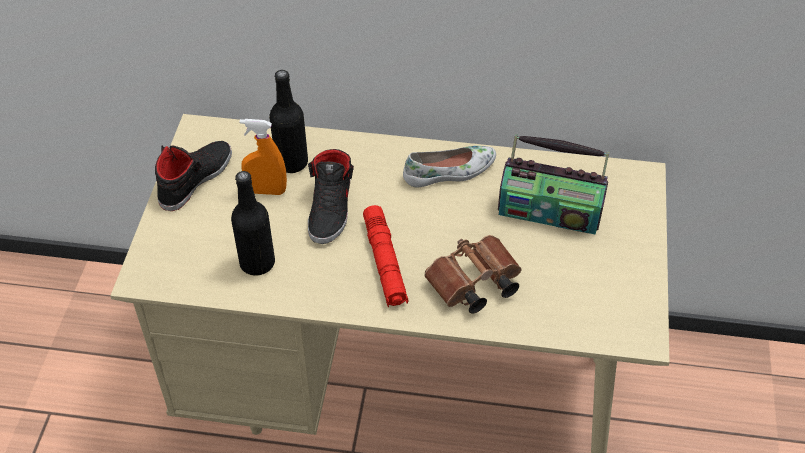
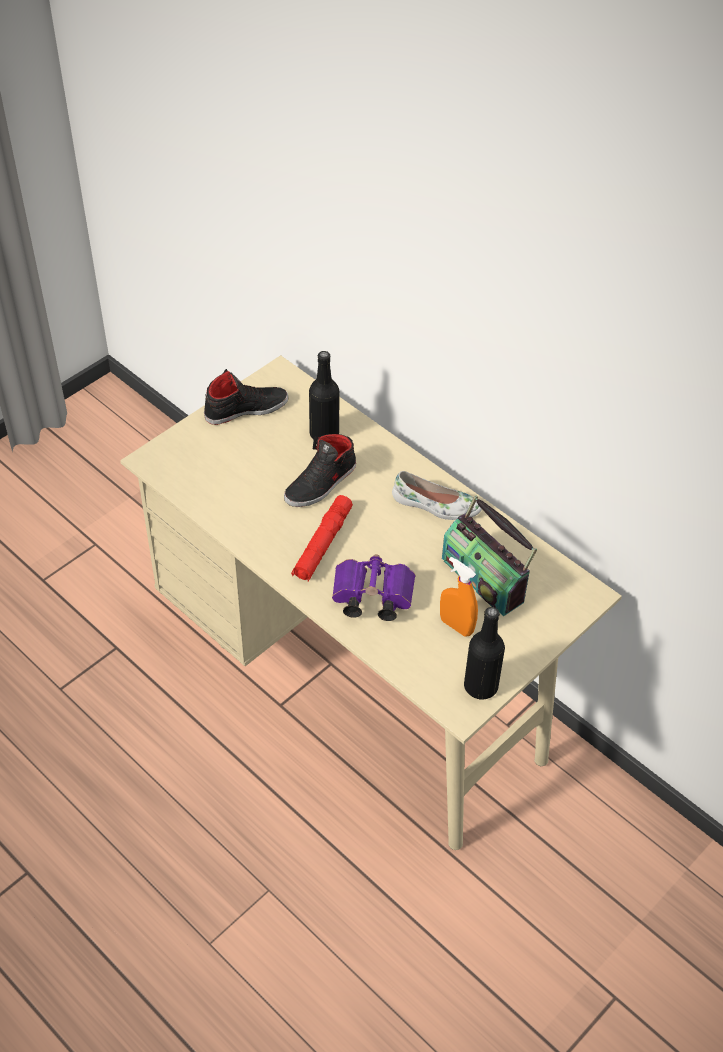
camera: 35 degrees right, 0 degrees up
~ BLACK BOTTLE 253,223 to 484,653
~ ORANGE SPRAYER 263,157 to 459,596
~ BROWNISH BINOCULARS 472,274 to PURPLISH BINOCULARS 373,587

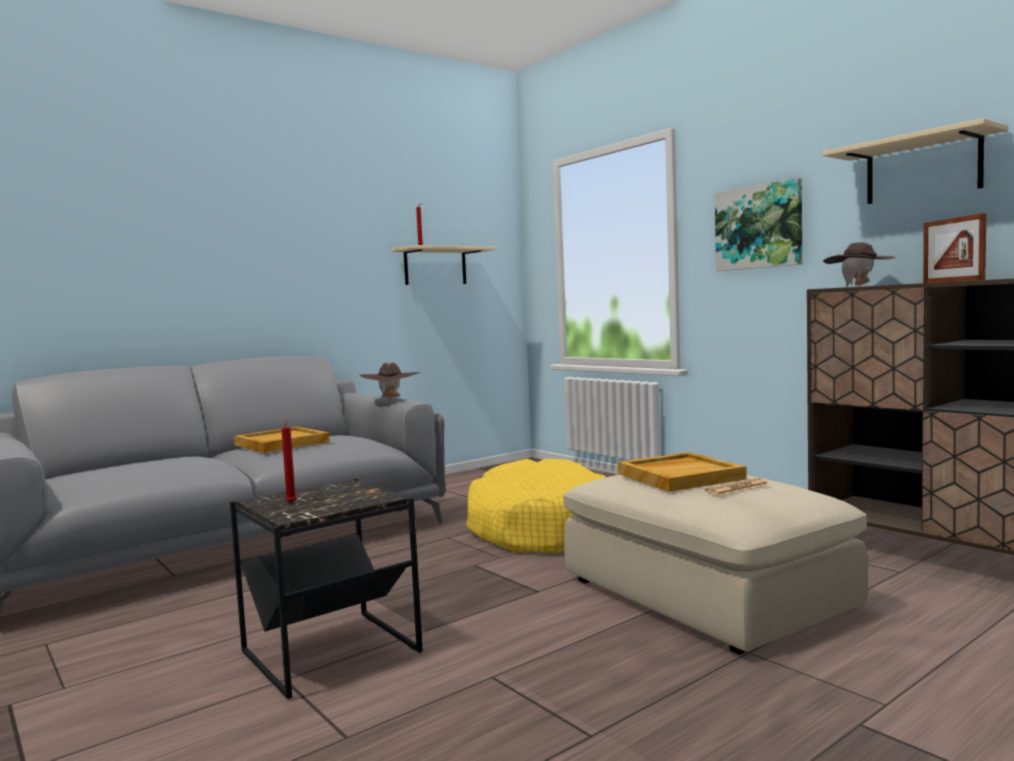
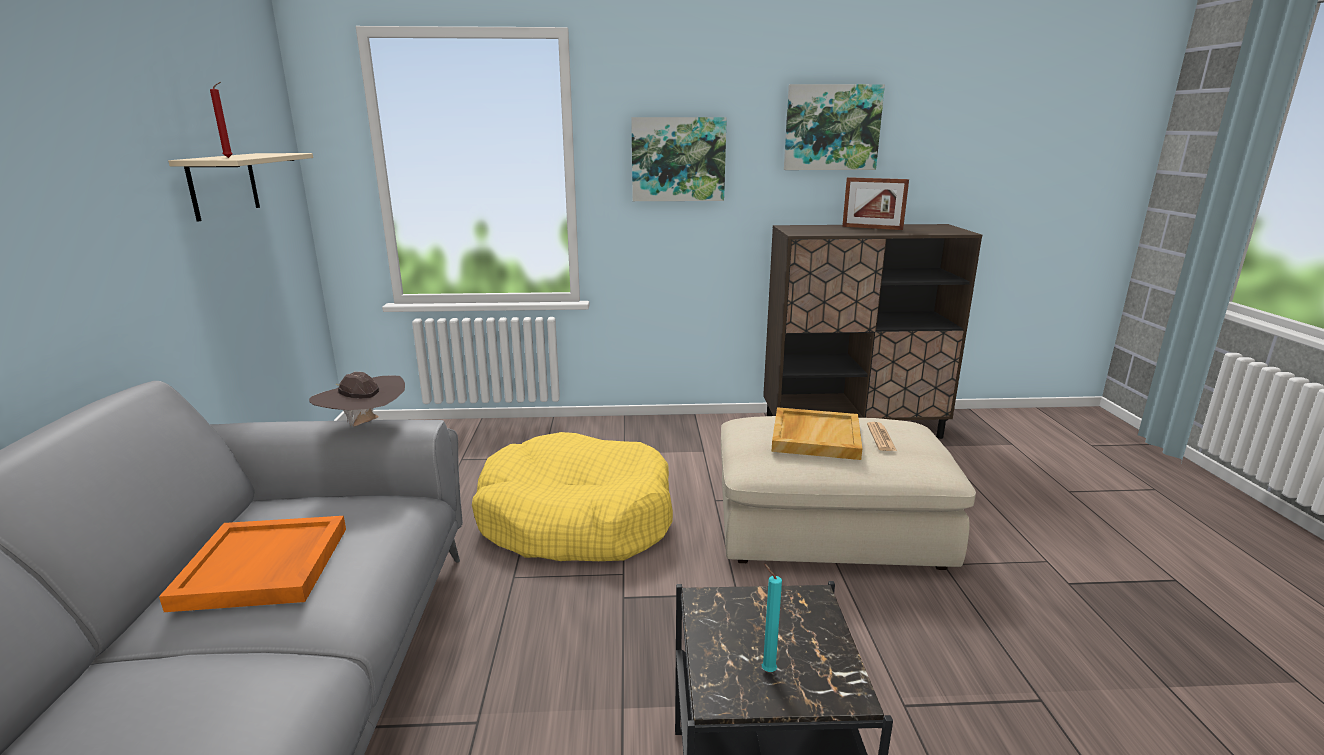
camera: 55 degrees left, 15 degrees up
~ BEIGE-COLOURED SERVING TRAY 282,440 to ORANGE SERVING TRAY 252,564
~ REDDISH WAX CANDLE 288,460 to BLUE-GREEN WAX CANDLE 772,617
~ BEIGE-COLOURED BRACKET SHELF 915,161 to PICTURE 834,127
- BROWNISH HAT 859,264

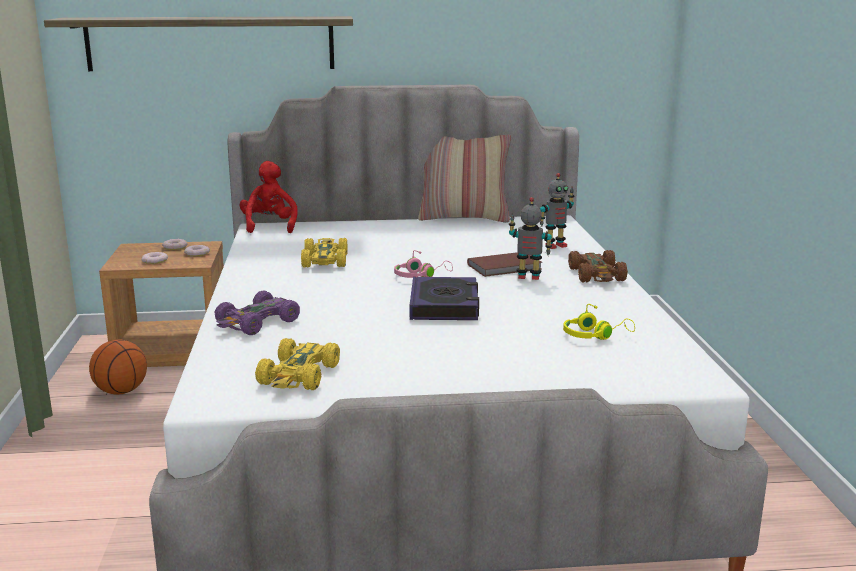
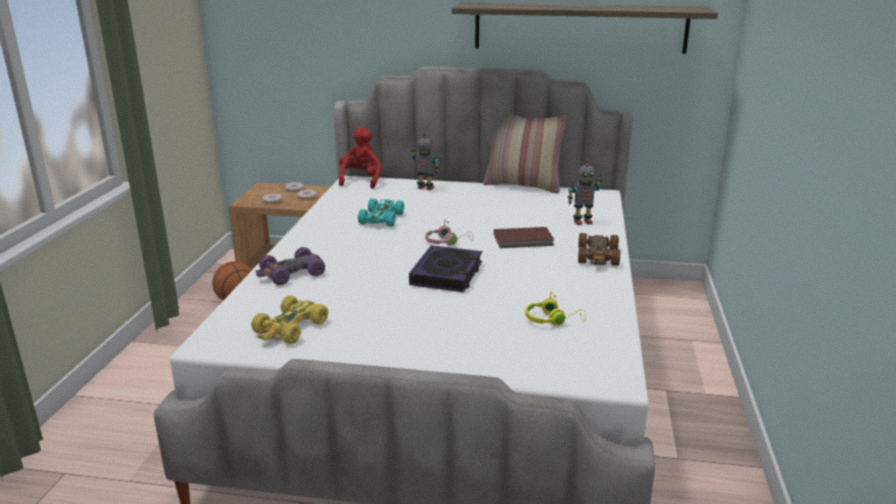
camera: 15 degrees right, 5 degrees up
~ BRACKET SHELF 198,43 to 585,28
~ YELLOWISH TOY CAR 324,253 to BLUE-GREEN TOY CAR 381,212
~ TOY ROBOT 530,238 to 425,161

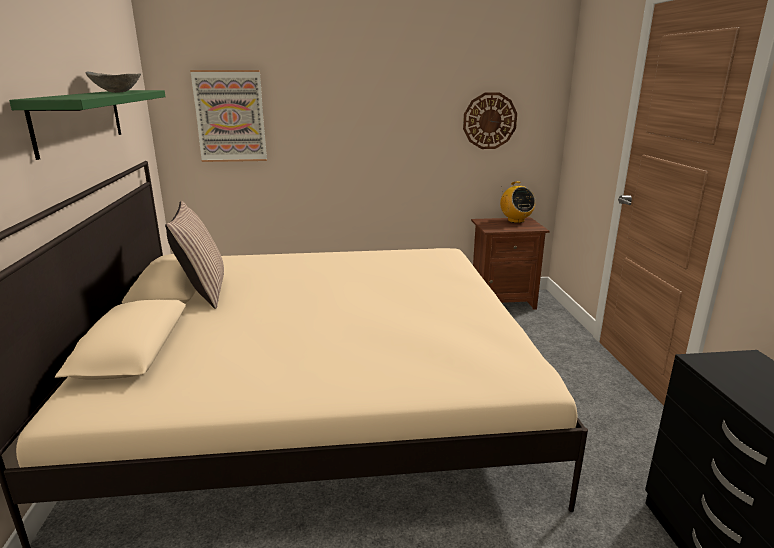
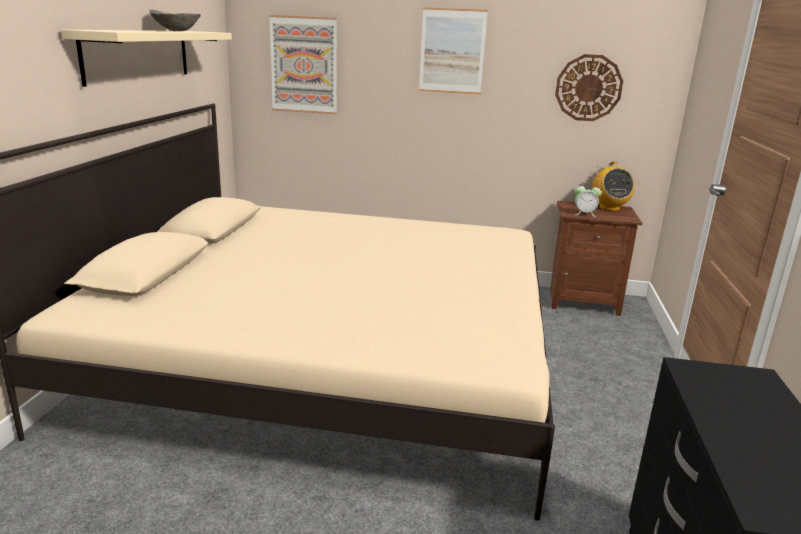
camera: 15 degrees right, 0 degrees up
~ GREEN BRACKET SHELF 87,125 to BEIGE-COLOURED BRACKET SHELF 146,58
- PILLOW 194,255
+ PICTURE 453,50
+ ALARM CLOCK 588,199

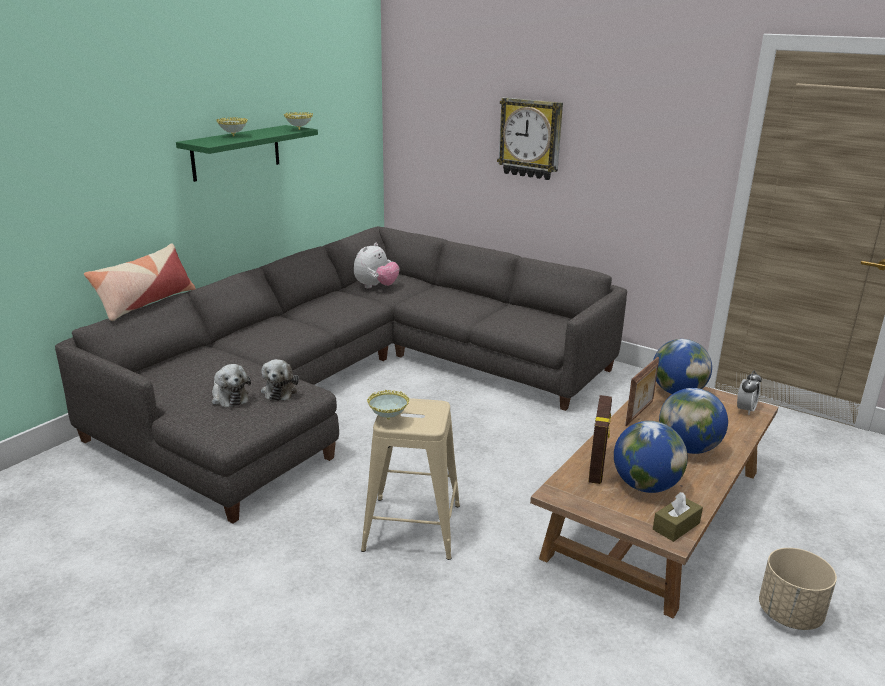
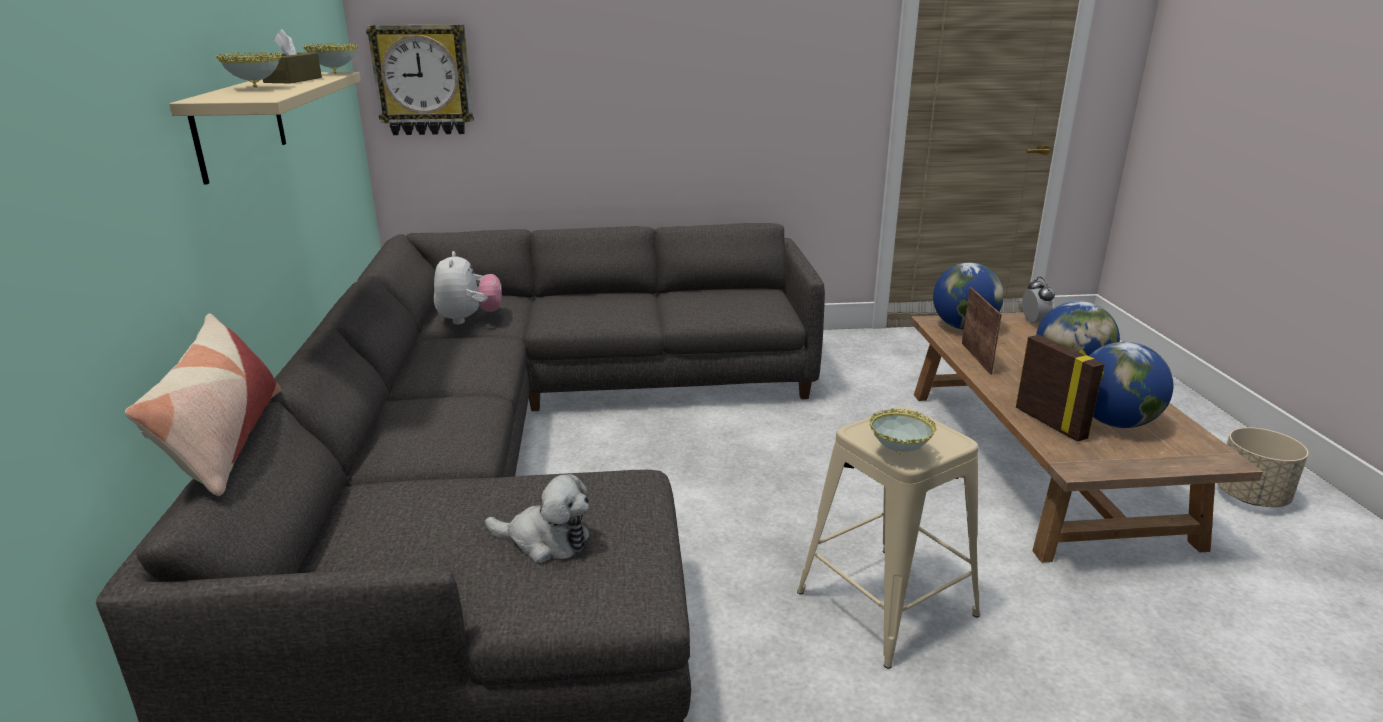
camera: 40 degrees left, 0 degrees up
~ GREEN BRACKET SHELF 247,153 to BEIGE-COLOURED BRACKET SHELF 265,128
- CUDDLY TOY 280,380
~ HANGING CLOCK 530,138 to 420,80
~ BROWNISH TISSUE BOX 678,517 to 292,56

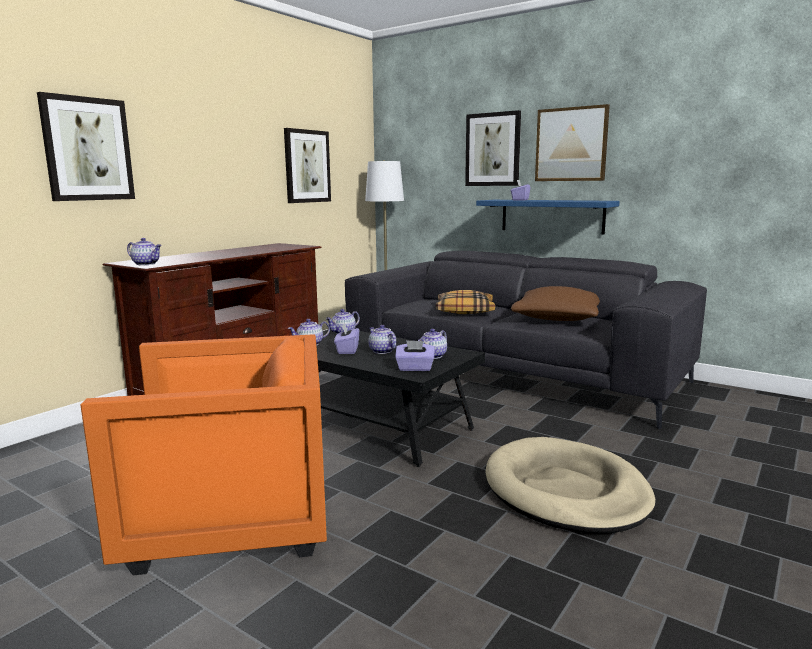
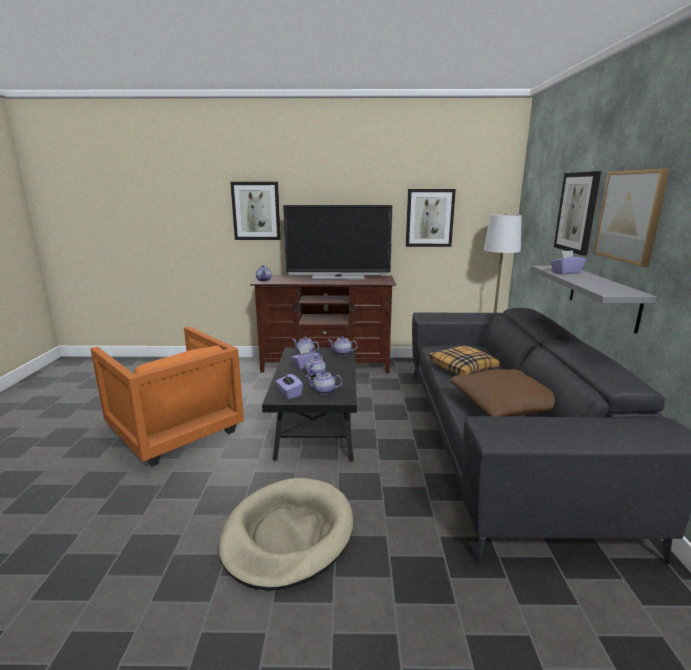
camera: 55 degrees right, 5 degrees up
~ BLUE BRACKET SHELF 548,217 to GREY BRACKET SHELF 594,300
+ TELEVISION 338,242

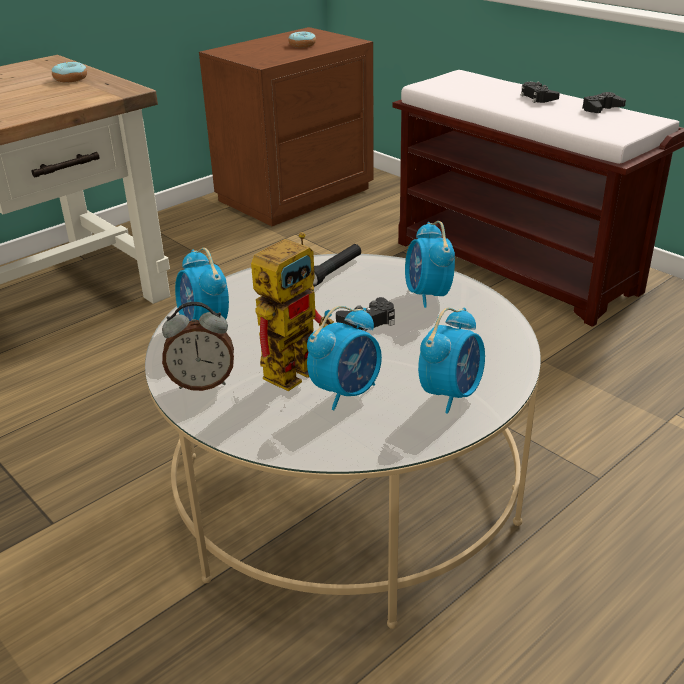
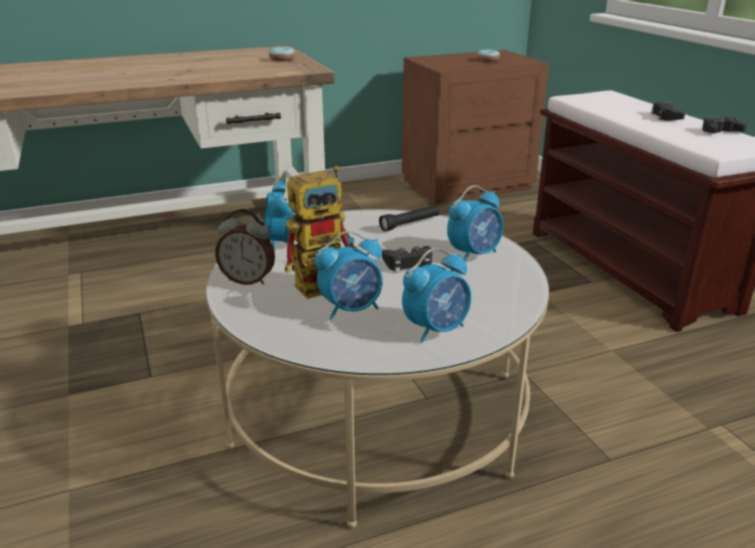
camera: 20 degrees right, 5 degrees down
~ ALARM CLOCK 430,264 = 475,223 135 degrees counterclockwise

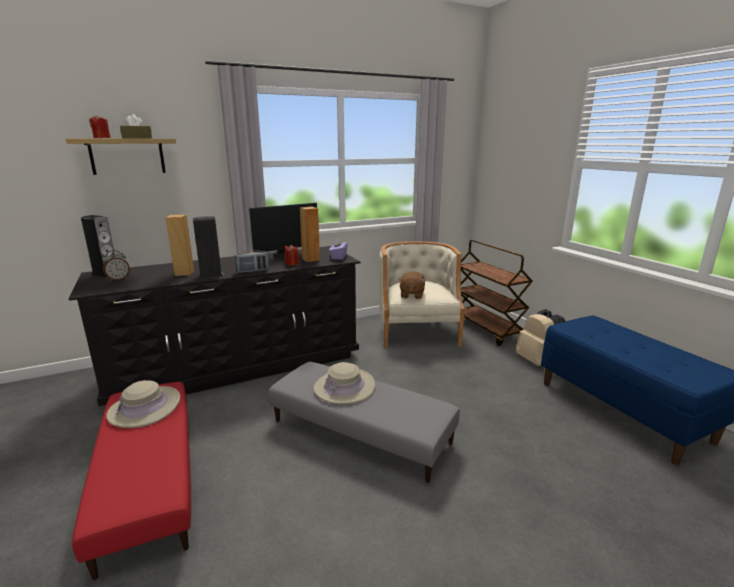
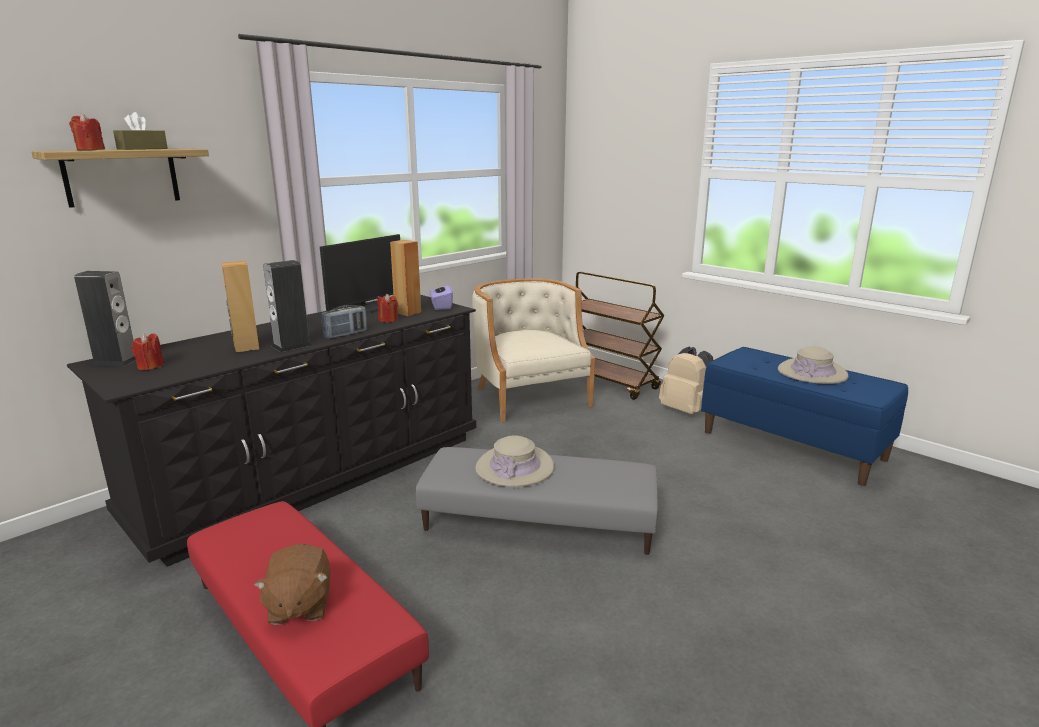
camera: 20 degrees left, 0 degrees up
~ ALARM CLOCK 116,265 to REDDISH WAX CANDLE 147,351
~ BEIGE-COLOURED HAT 143,404 to 813,365
~ BROWNISH CUDDLY TOY 412,285 to 292,584

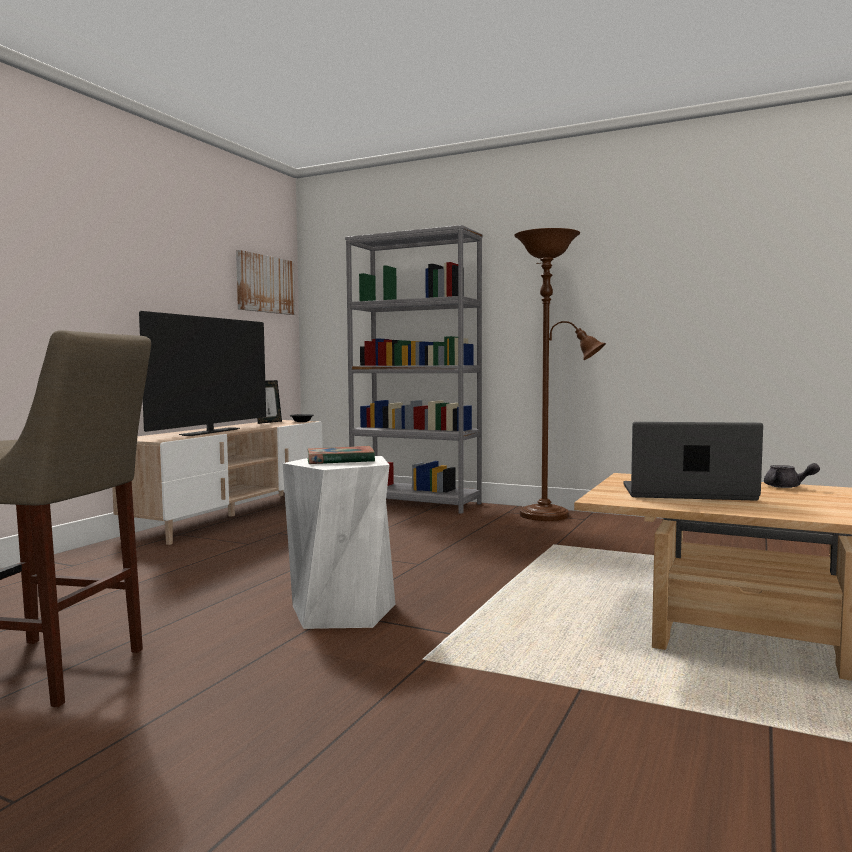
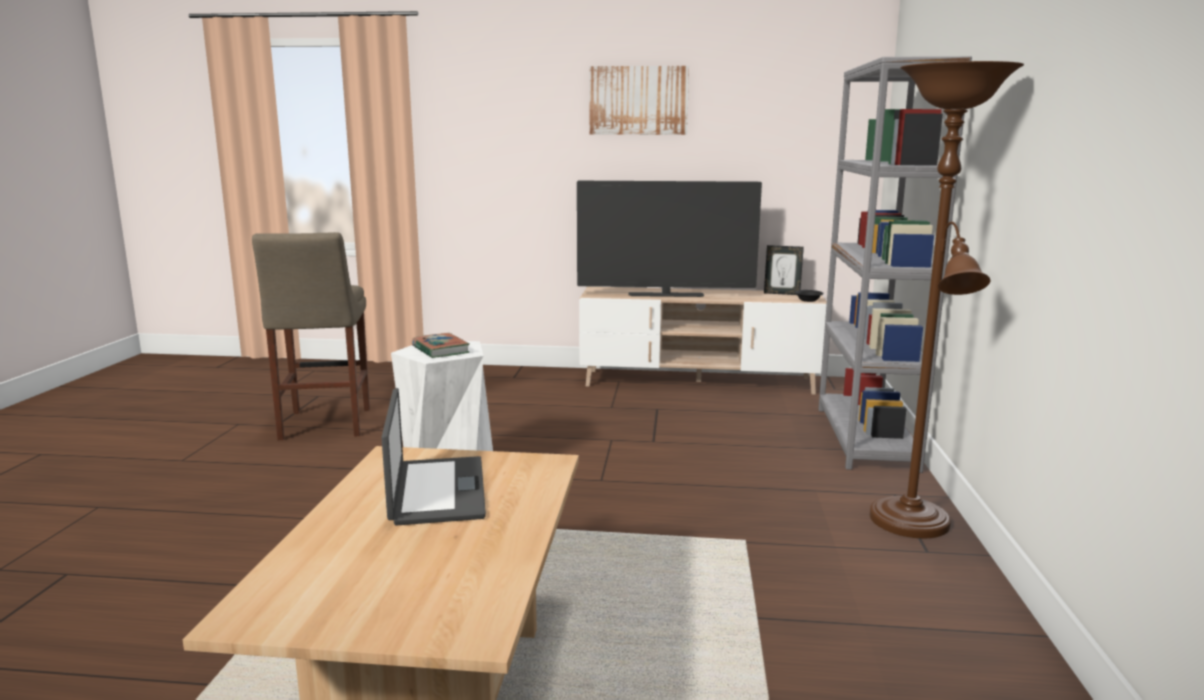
camera: 70 degrees right, 10 degrees up
~ PICTURE 265,282 to 639,100
- GREY TEA POT 792,475

